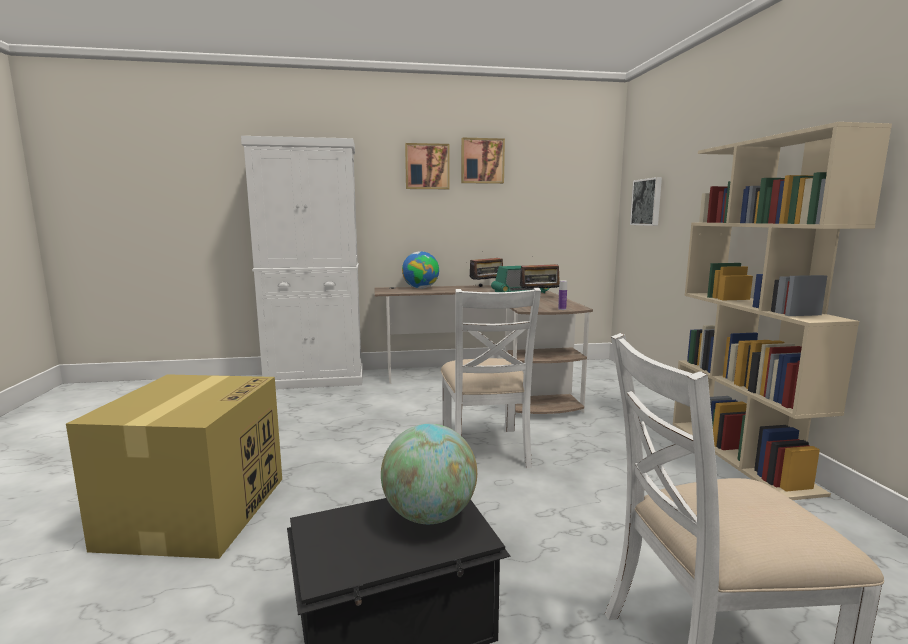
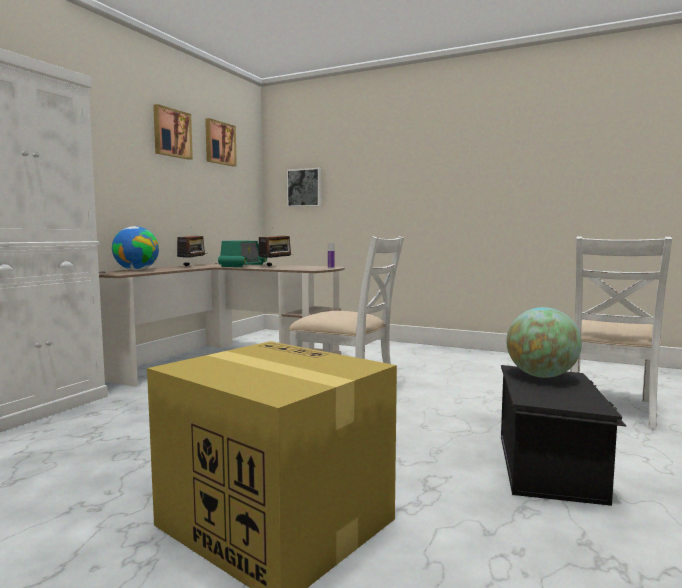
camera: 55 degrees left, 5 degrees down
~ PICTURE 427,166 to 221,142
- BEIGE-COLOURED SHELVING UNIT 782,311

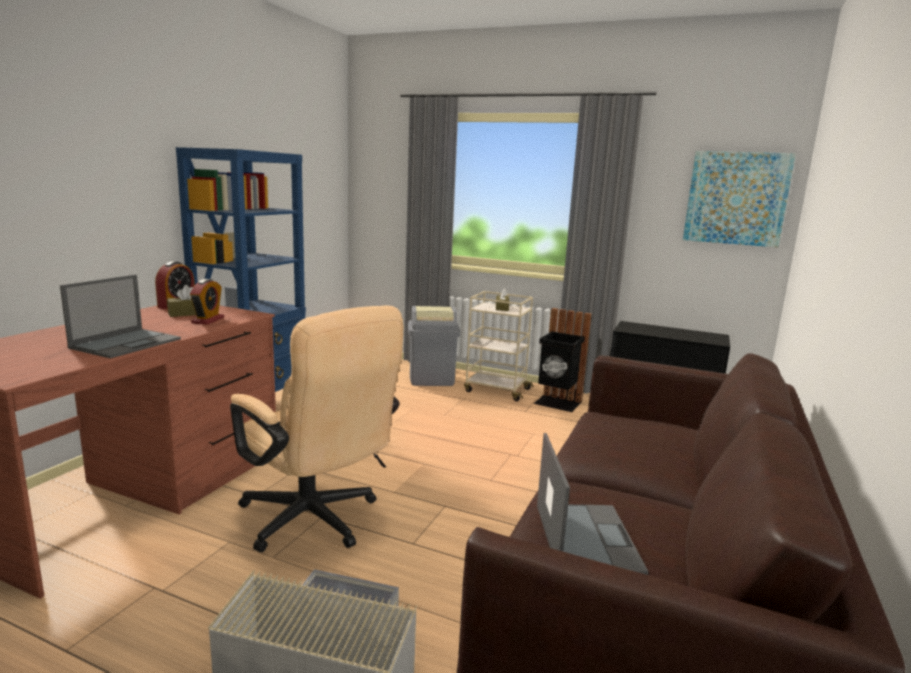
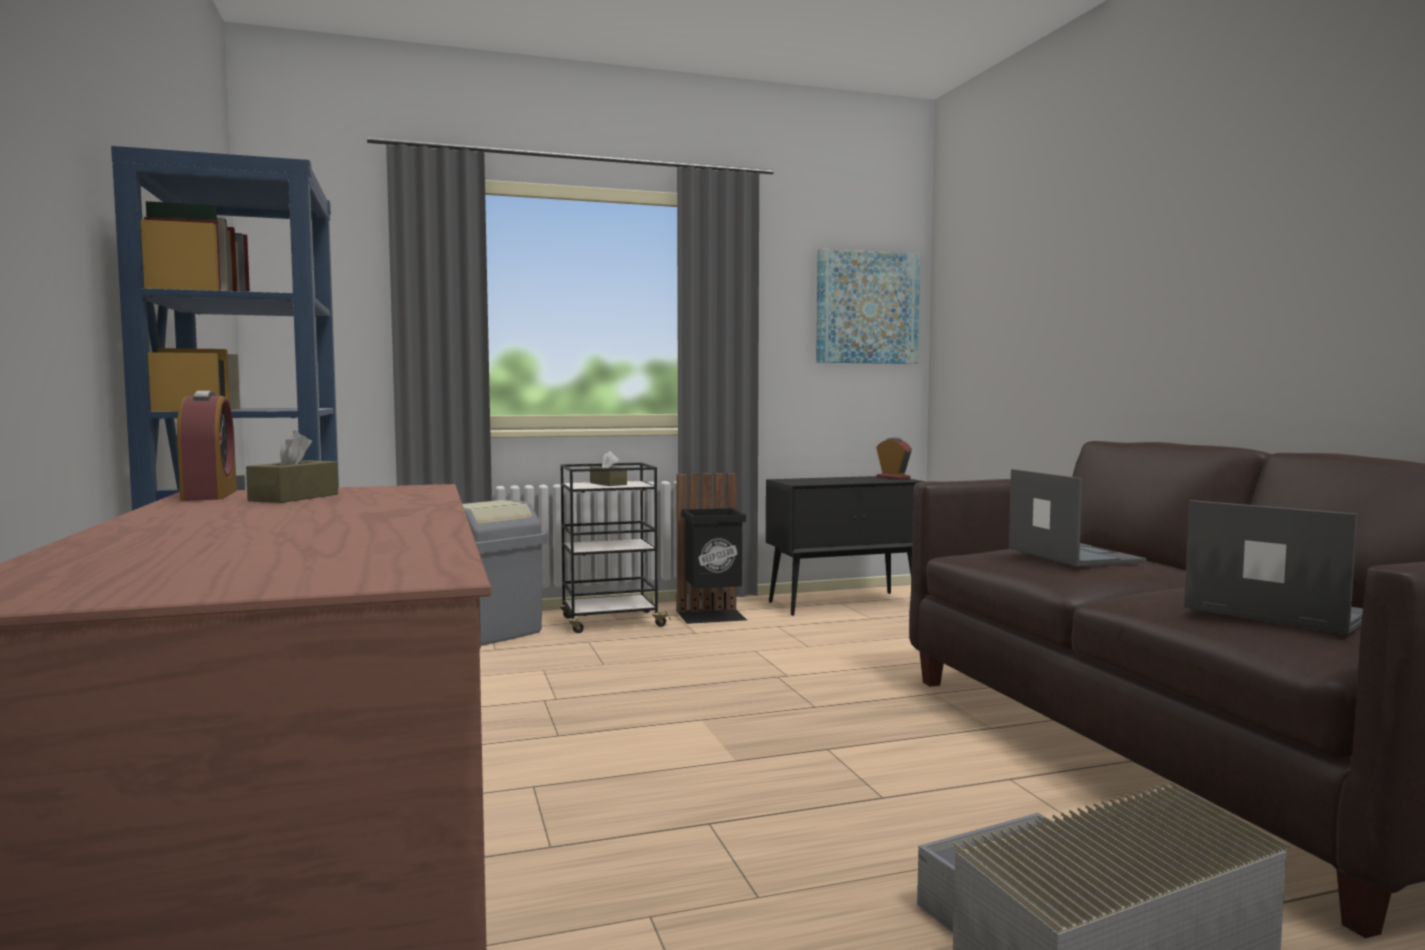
camera: 40 degrees left, 10 degrees down
~ NOTEBOOK COMPUTER 120,316 to 1078,518
~ ALARM CLOCK 207,302 to 894,458
- BEIGE-COLOURED DESK CHAIR 316,428
~ BEIGE-COLOURED TROLLEY 499,346 to BLACK TROLLEY 615,548

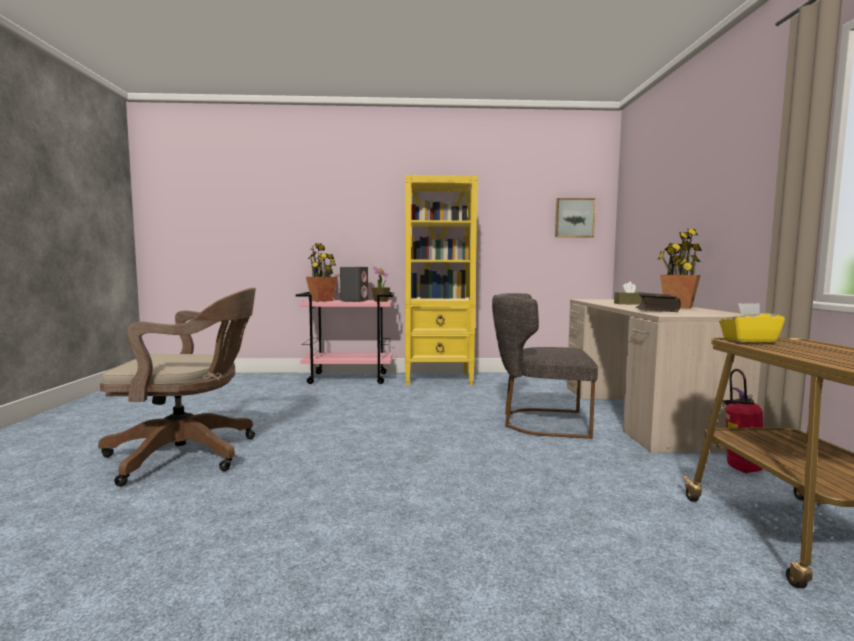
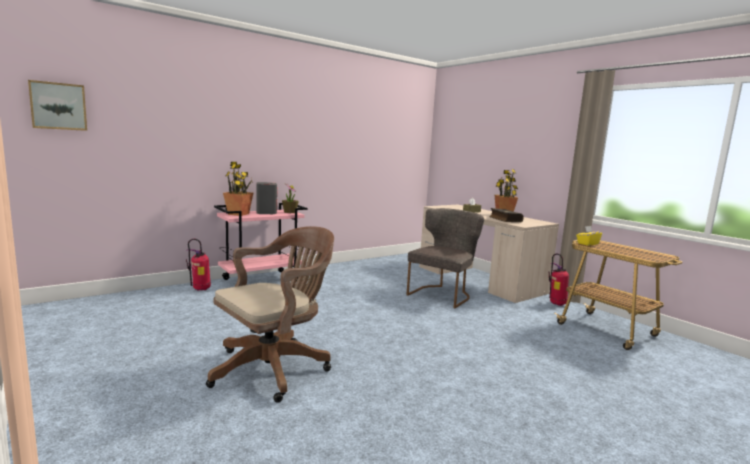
camera: 35 degrees left, 5 degrees up
- YELLOWISH SHELVING UNIT 441,280
~ GREY CHAIR 545,366 = 445,258 150 degrees clockwise
~ PICTURE 575,218 to 57,105
+ FIRE-FIGHTING CYLINDER 198,265

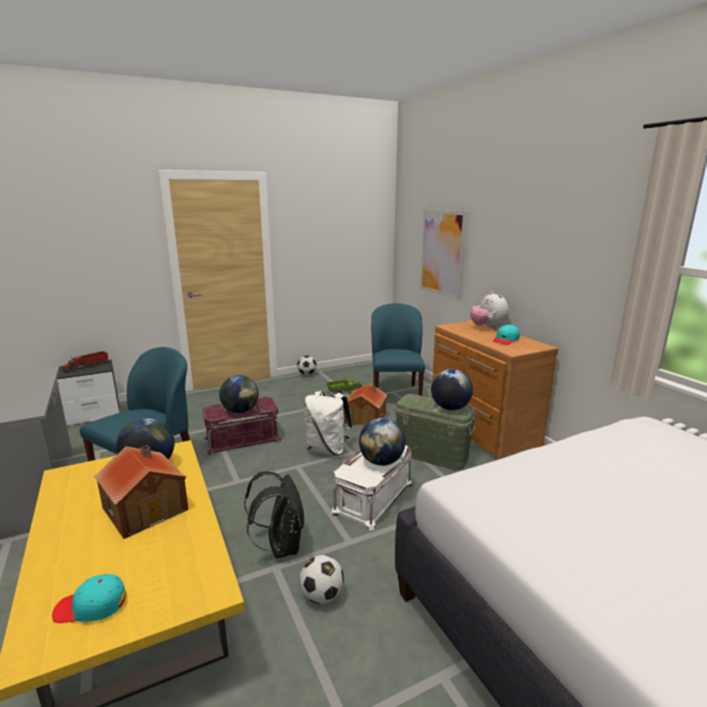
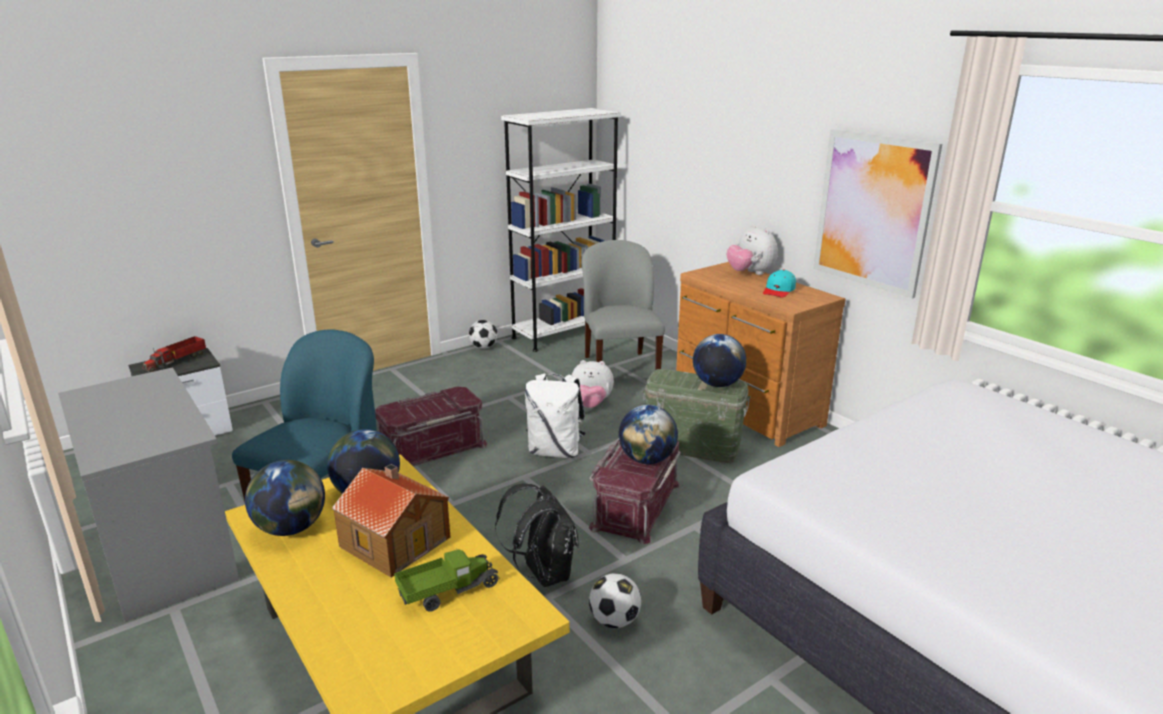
camera: 10 degrees left, 5 degrees up
- BLUE-GREEN BASEBALL CAP 89,598
~ WORLD GLOBE 238,394 to 285,498
~ MODEL TRUCK 345,386 to 447,580
~ WHITE-COLOURED STORAGE BIN 372,488 to REDDISH STORAGE BIN 634,491
~ MINIATURE HOUSE 365,404 to CUDDLY TOY 593,384
~ BLUE CHAIR 398,349 to GREY CHAIR 623,305
~ PICTURE 444,255 to 877,214
+ WHITE-COLOURED SHELVING UNIT 561,230

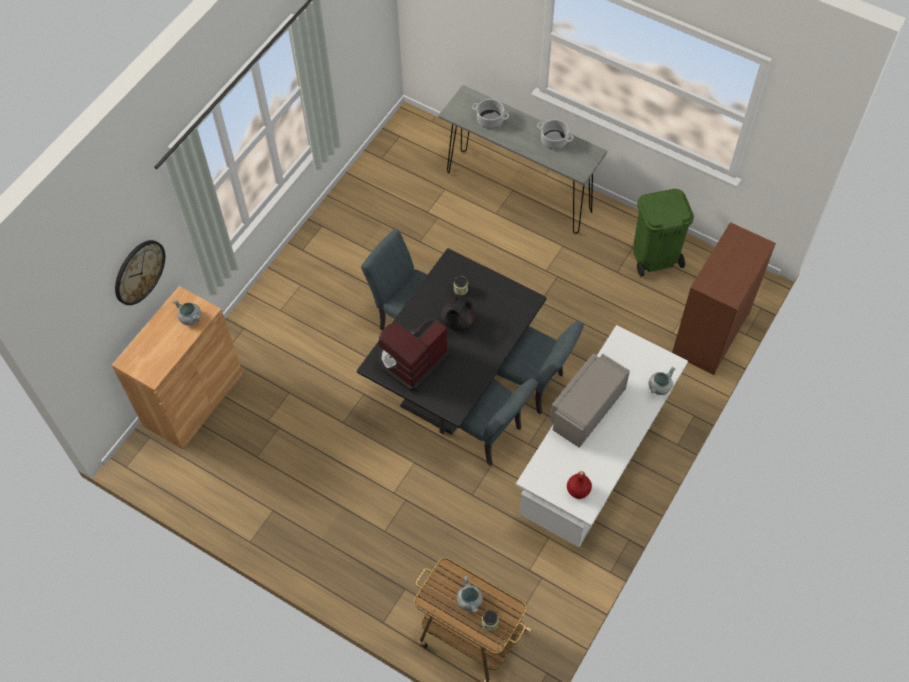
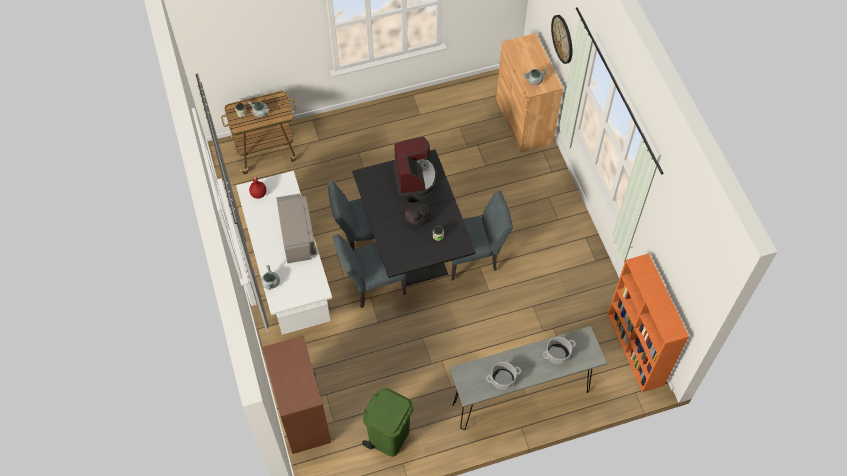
camera: 130 degrees right, 0 degrees up
+ ORANGE SHELVING UNIT 648,322

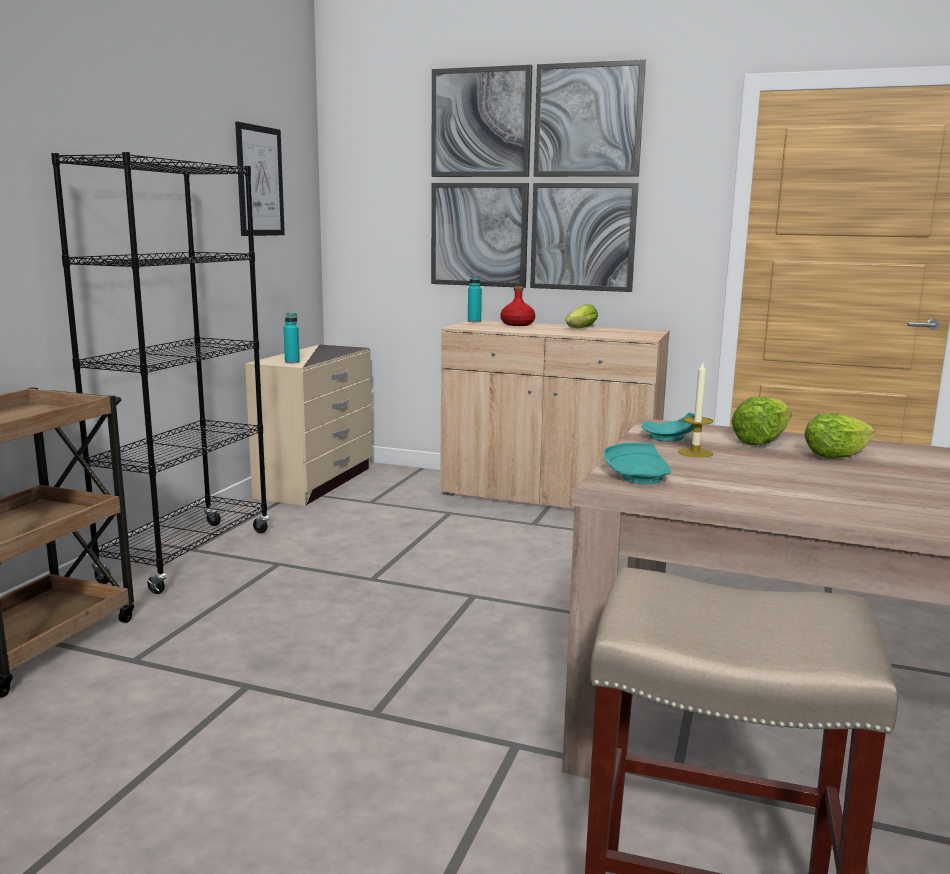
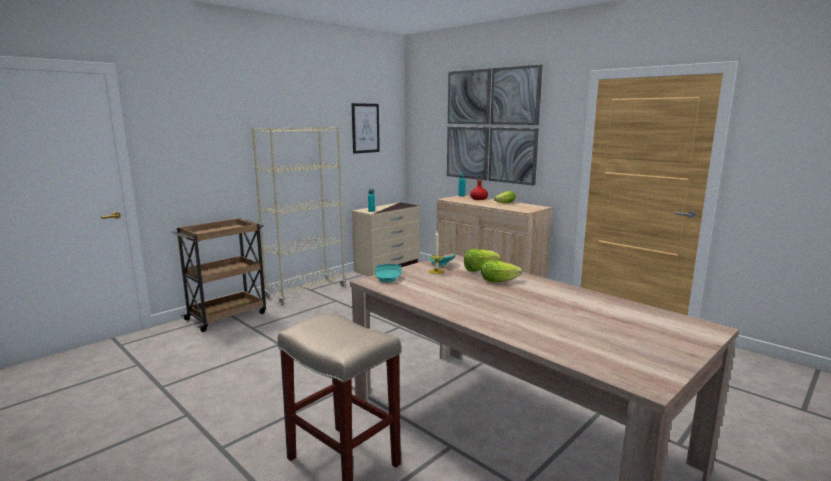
camera: 25 degrees right, 0 degrees up
~ BLACK SHELVING UNIT 160,373 to BEIGE-COLOURED SHELVING UNIT 299,215

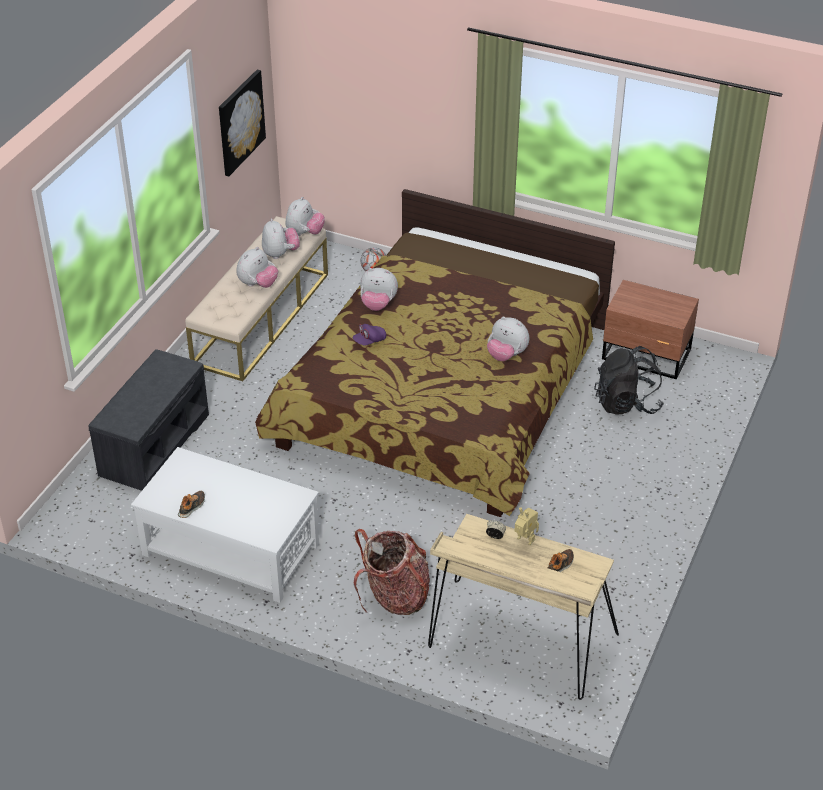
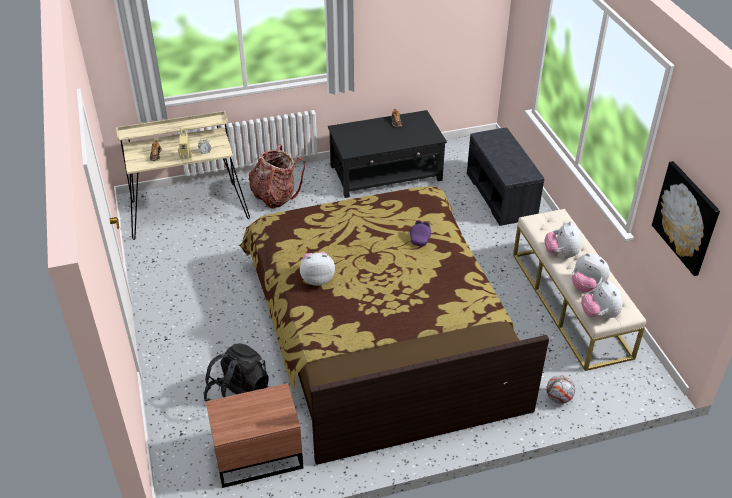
camera: 140 degrees right, 0 degrees up
~ WHITE-COLOURED COFFEE TABLE 225,525 to BLACK COFFEE TABLE 387,154
- CUDDLY TOY 379,289

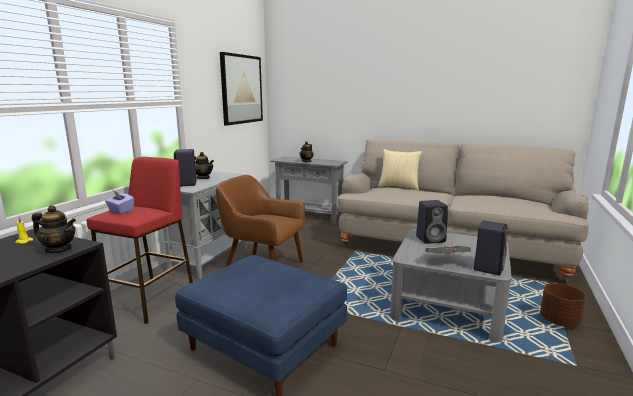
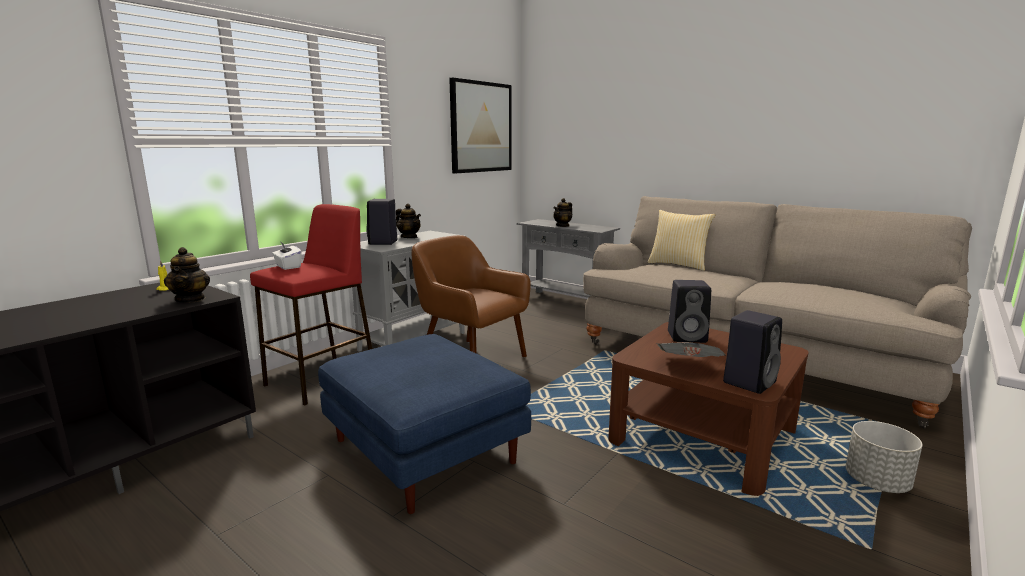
camera: 15 degrees right, 0 degrees up
~ TEA POT 54,229 = 187,275 45 degrees clockwise
~ PURPLISH TISSUE BOX 119,202 to WHITE-COLOURED TISSUE BOX 287,255
~ GREY COFFEE TABLE 451,286 to BROWNISH COFFEE TABLE 708,409
~ BROWNISH PLANT POT 563,305 to GREY PLANT POT 884,457

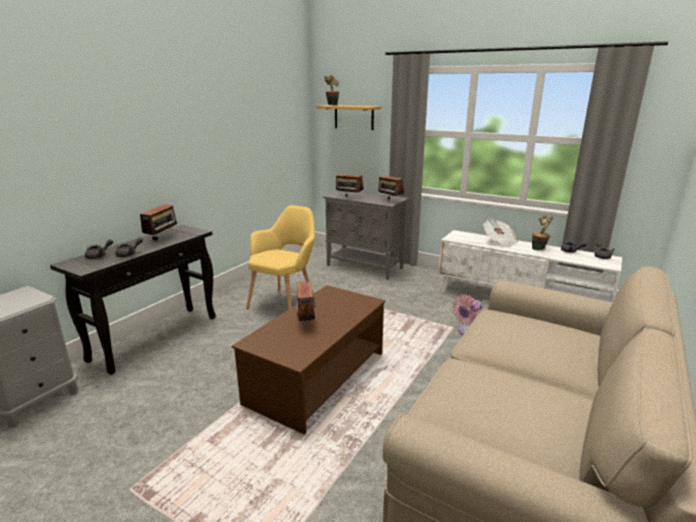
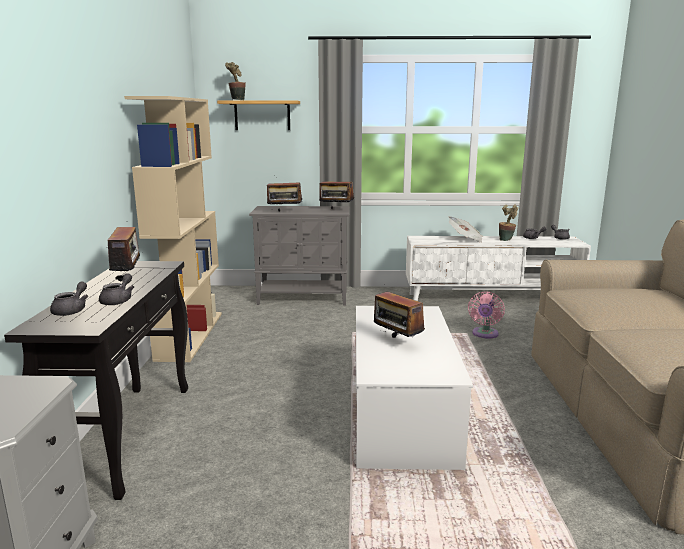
camera: 30 degrees left, 5 degrees down
~ BROWNISH COFFEE TABLE 308,360 to WHITE-COLOURED COFFEE TABLE 414,388
- YELLOWISH EASY CHAIR 280,257
+ BEIGE-COLOURED SHELVING UNIT 173,229

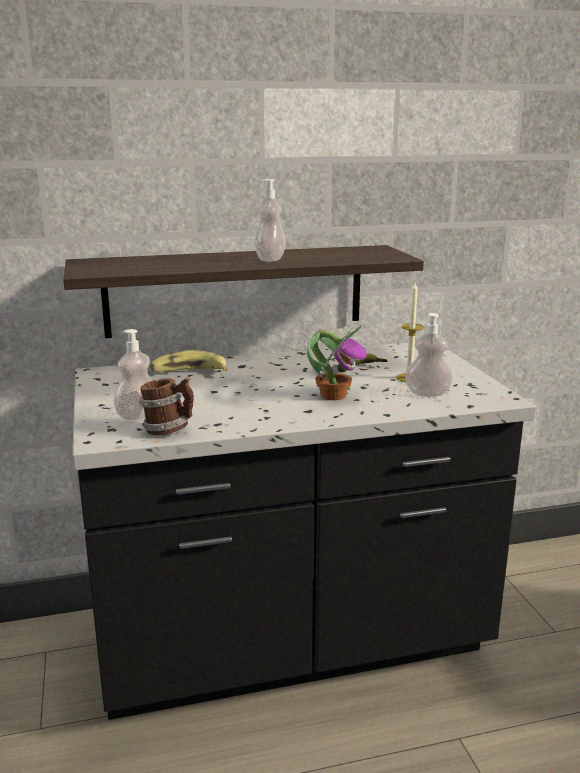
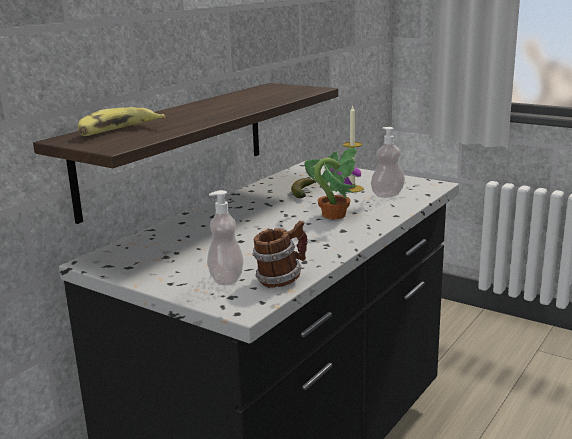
camera: 40 degrees left, 0 degrees up
~ BANANA FRUIT 189,361 to 122,121
- LIQUID SOAP BOTTLE 270,220

